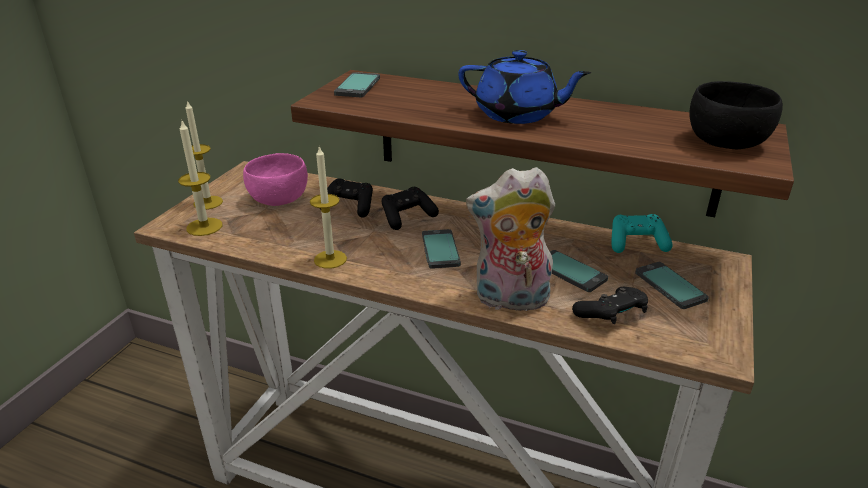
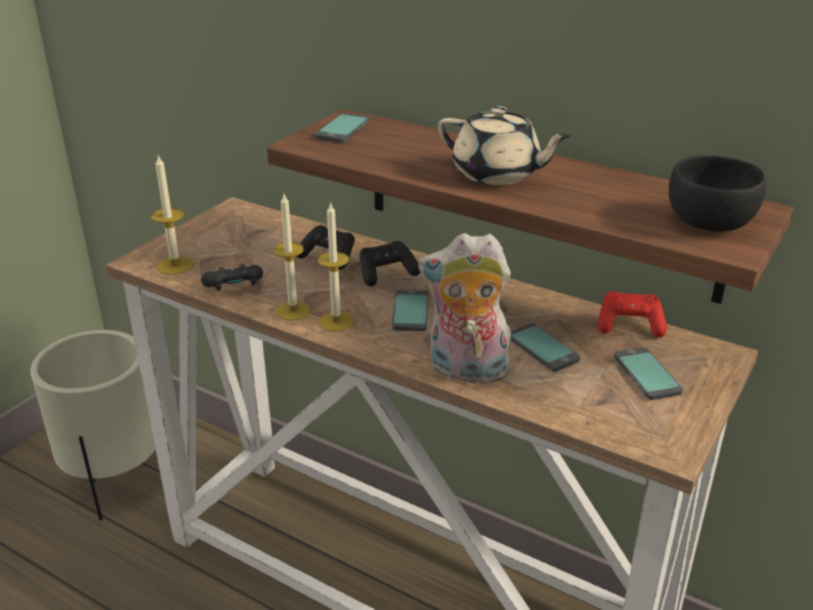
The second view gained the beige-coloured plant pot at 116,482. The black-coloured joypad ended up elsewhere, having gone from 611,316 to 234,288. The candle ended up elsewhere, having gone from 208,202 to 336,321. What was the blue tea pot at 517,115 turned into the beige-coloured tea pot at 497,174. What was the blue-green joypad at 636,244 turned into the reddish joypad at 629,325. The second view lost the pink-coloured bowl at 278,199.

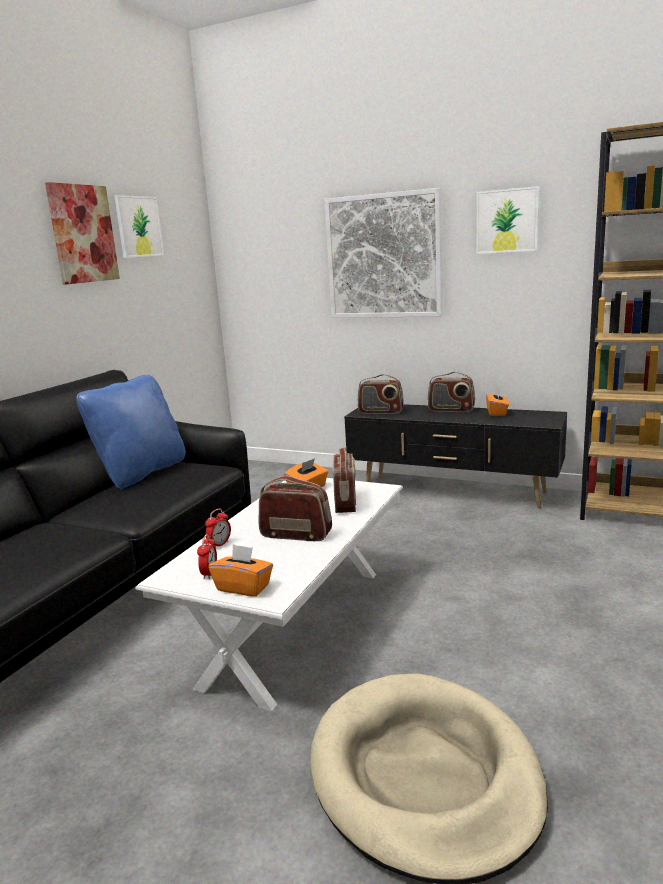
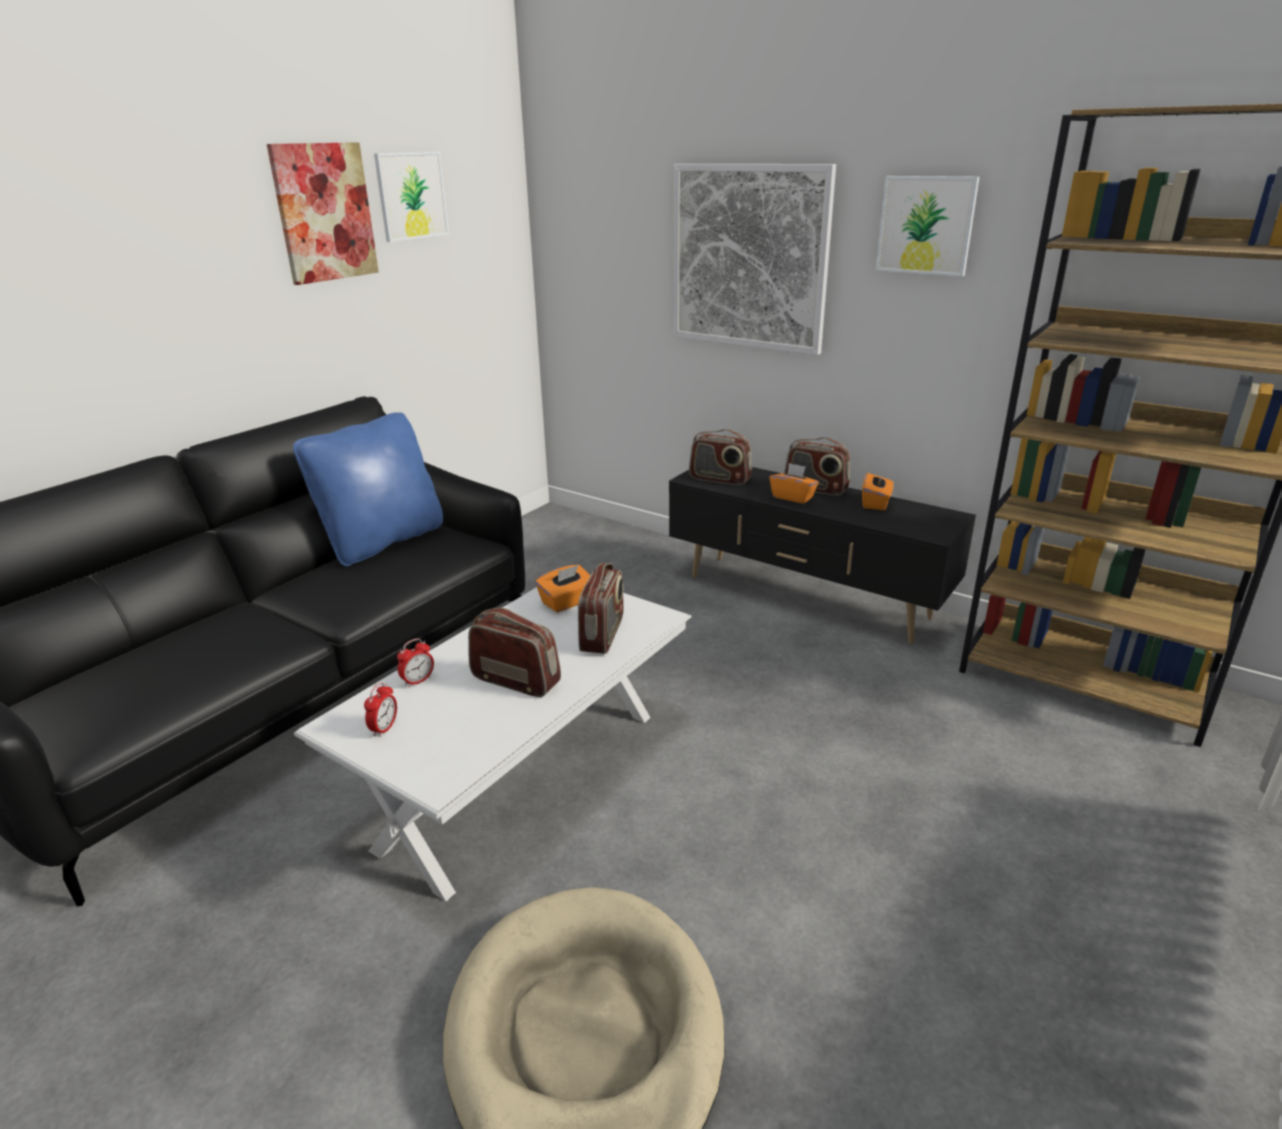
The orange-coloured tissue holder ended up elsewhere, having gone from 243,587 to 793,497.

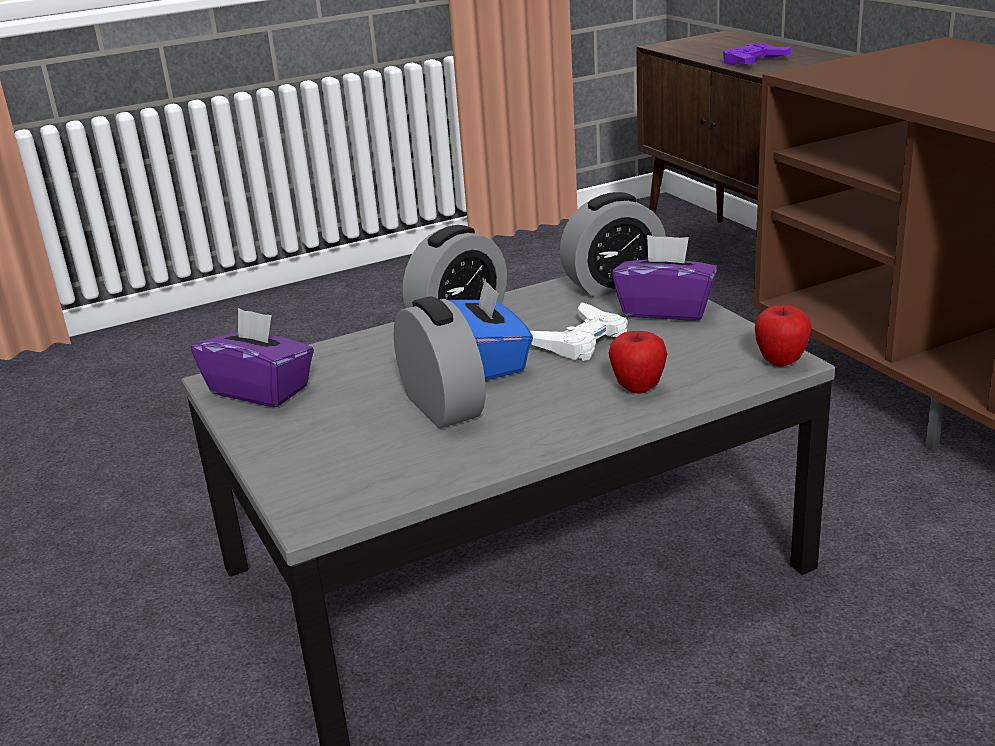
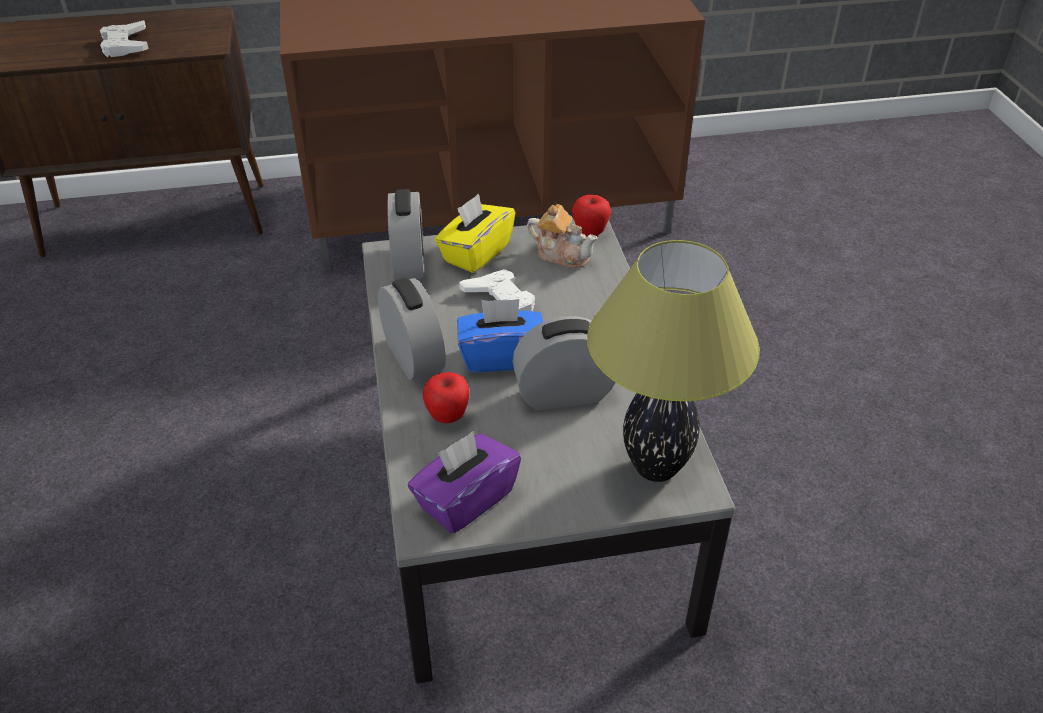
What was the purple-coloured joypad at 754,61 turned into the whitish joypad at 126,45. The whole apple ended up elsewhere, having gone from 638,388 to 447,416. What was the purple-coloured tissue holder at 665,310 turned into the yellowish tissue holder at 476,253. The second view gained the tea pot at 562,254. The second view gained the tabletop lamp at 656,467.

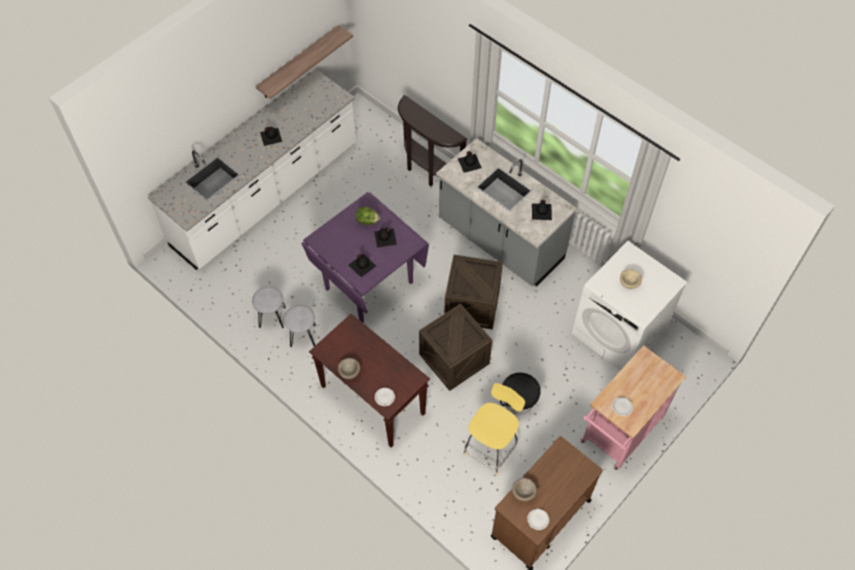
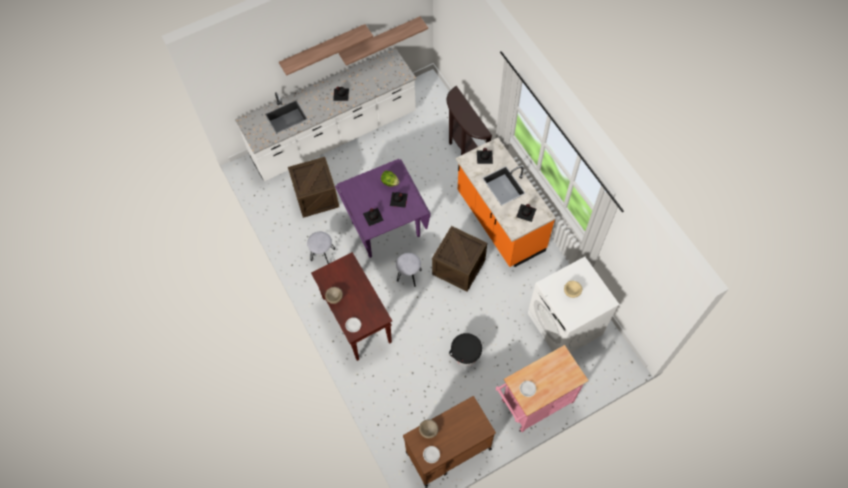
The second view gained the shelf at 323,48. The crate ended up elsewhere, having gone from 454,359 to 316,196. The gray stool ended up elsewhere, having gone from 272,317 to 409,275. What was the gray kitchen base unit at 500,241 turned into the orange-coloured kitchen base unit at 499,222. The second view lost the yellowish stool at 491,447.

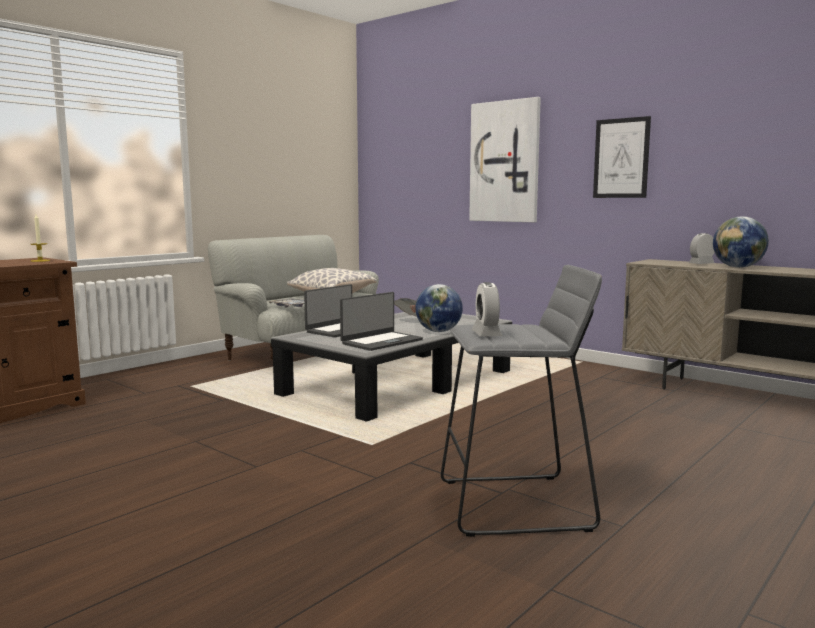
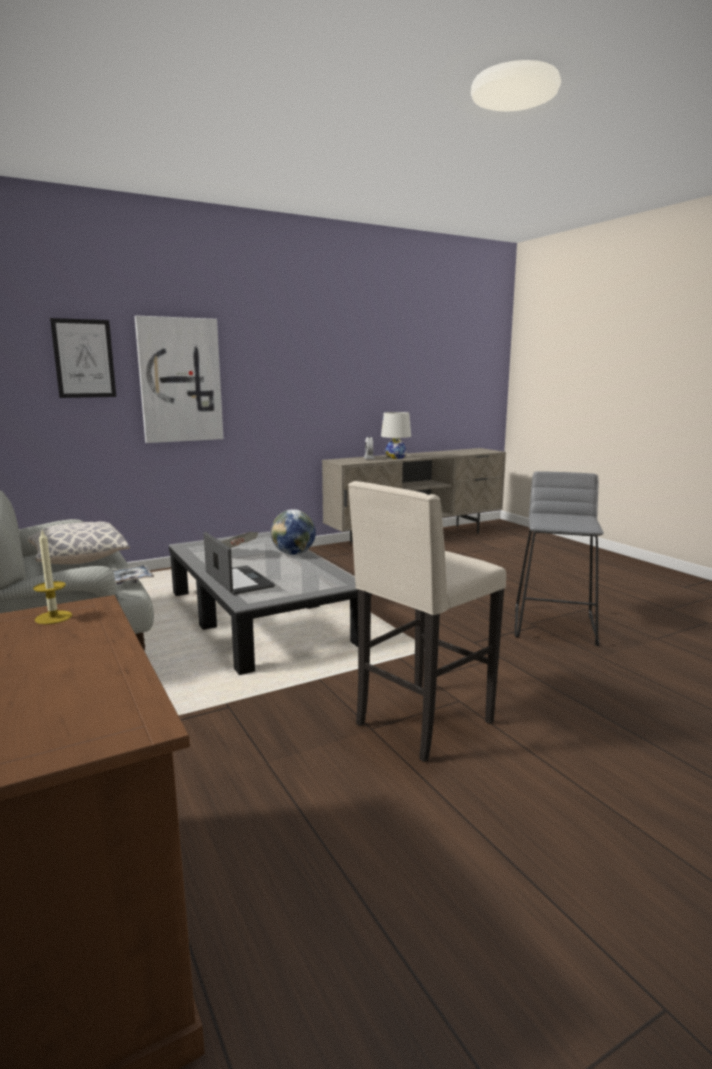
The wall picture ended up elsewhere, having gone from 621,158 to 84,358. The second view gained the beige-coloured stool at 421,724. Where the desk globe stood at 738,267, the whitish tabletop lamp came to stand at 395,457. The second view lost the laptop at 381,341. The second view lost the alarm clock at 486,334.

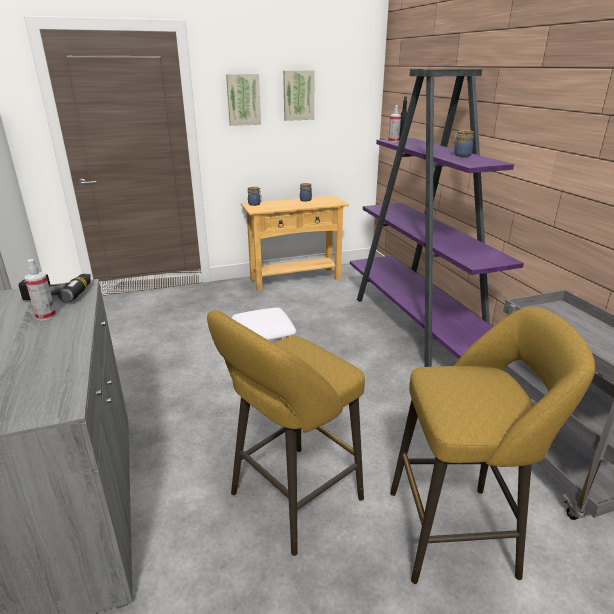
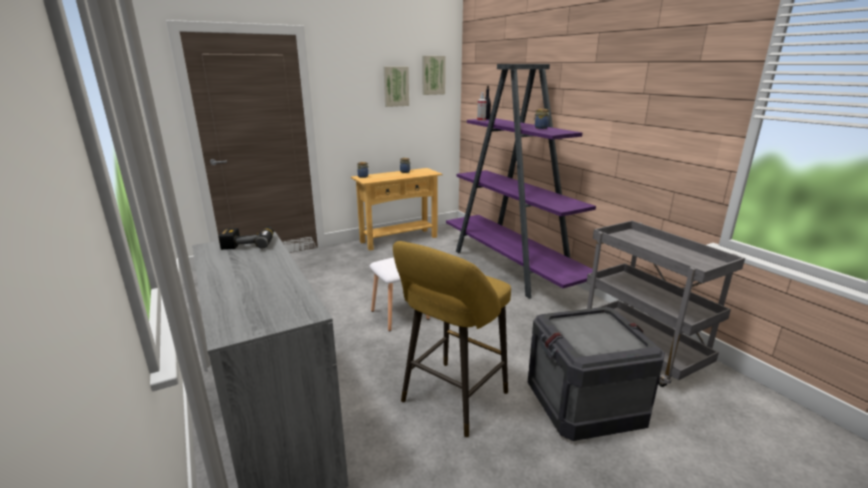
The wall picture ended up elsewhere, having gone from 243,99 to 433,75. Where the yellowish stool stood at 458,531, the crate came to stand at 585,405. The second view lost the spray bottle at 46,316.

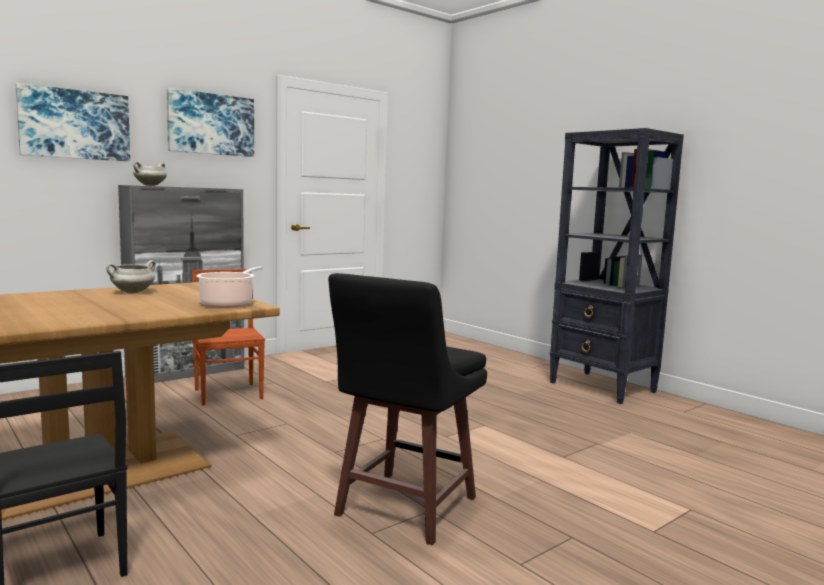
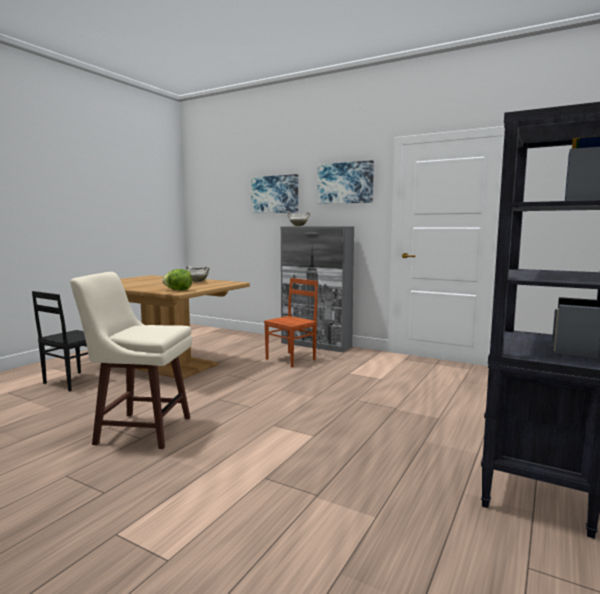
What was the black-coloured stool at 403,508 turned into the beige-coloured stool at 141,430. Where the cooking pot stood at 228,304, the lettuce came to stand at 178,290.

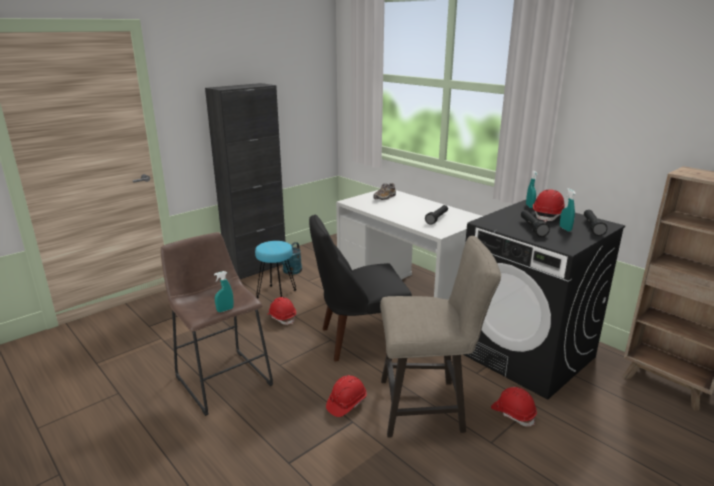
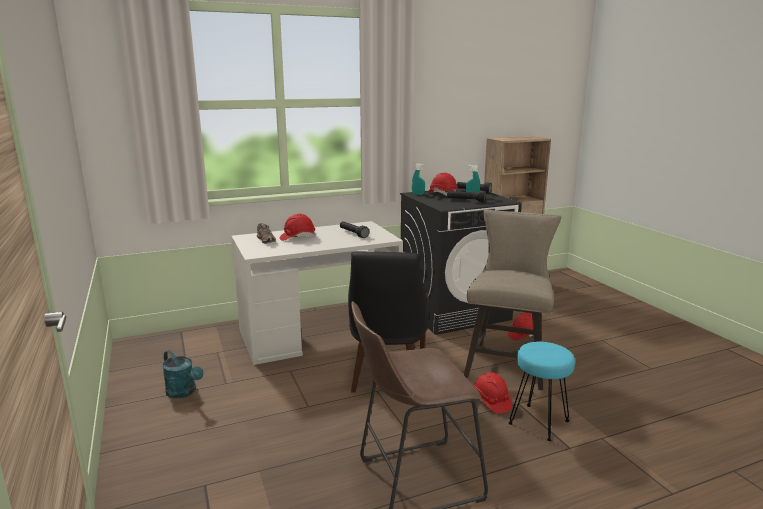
The reddish work helmet ended up elsewhere, having gone from 282,317 to 297,237. The blue-green stool ended up elsewhere, having gone from 277,294 to 539,422. The second view lost the black-coloured storage cabinet at 256,268. The second view lost the blue-green spray bottle at 225,310.

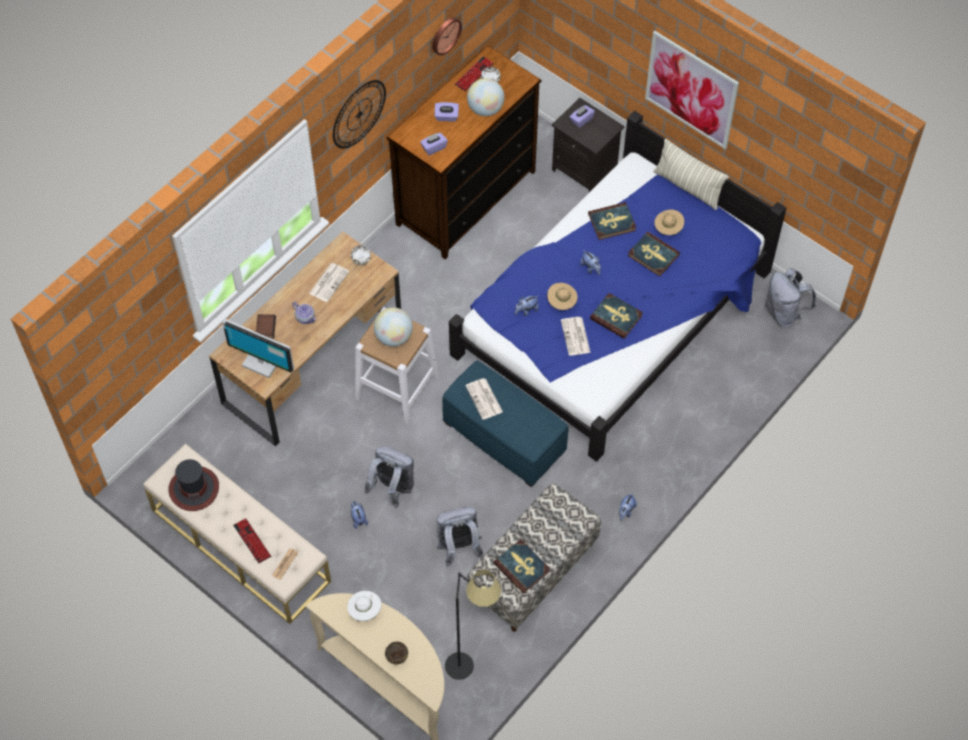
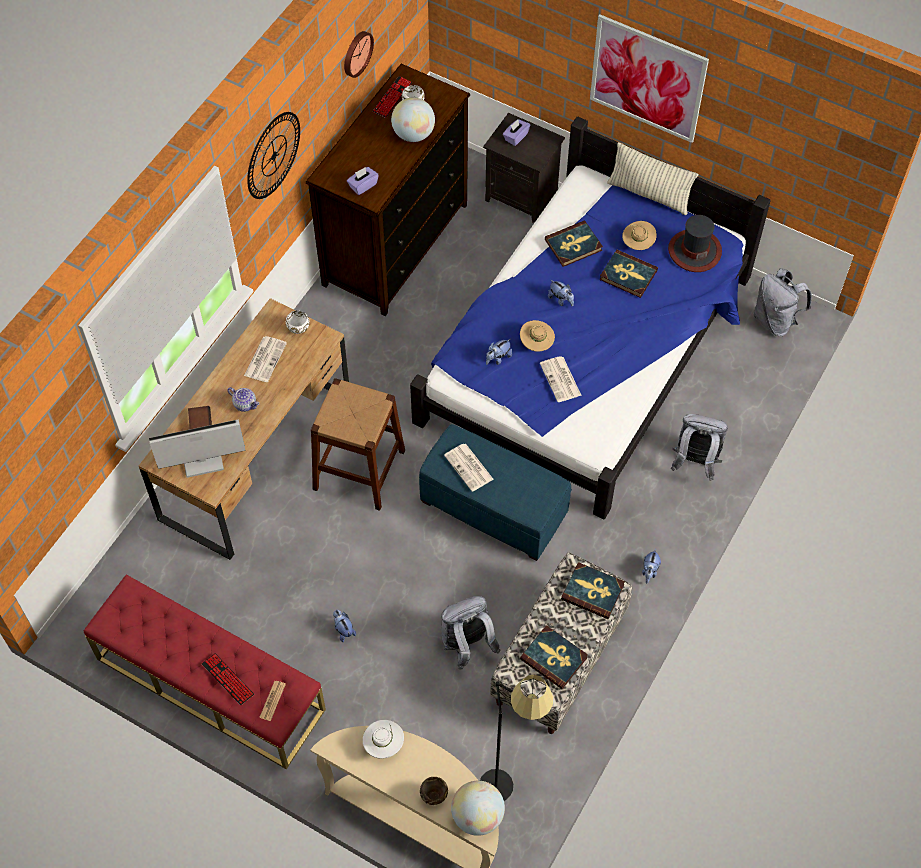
What was the beige-coloured long seat at 240,545 turned into the reddish long seat at 210,684. The computer display at 262,361 ended up facing another way, 150 degrees clockwise from before. What was the whitish stool at 397,387 turned into the brown stool at 359,470. The desk globe ended up elsewhere, having gone from 394,337 to 477,816. The book ended up elsewhere, having gone from 616,317 to 592,592. The hat ended up elsewhere, having gone from 194,488 to 694,251. The gray backpack ended up elsewhere, having gone from 392,489 to 694,462. The second view lost the purple-coloured tissue holder at 446,117.

